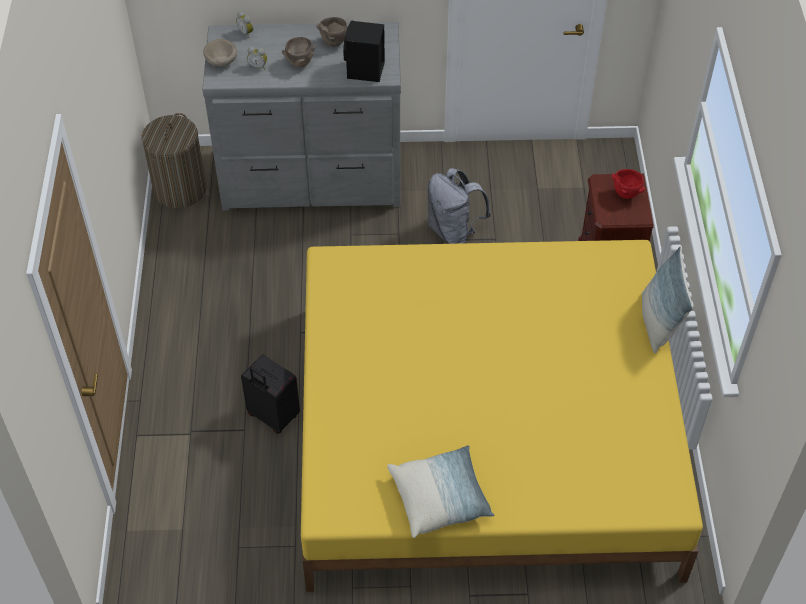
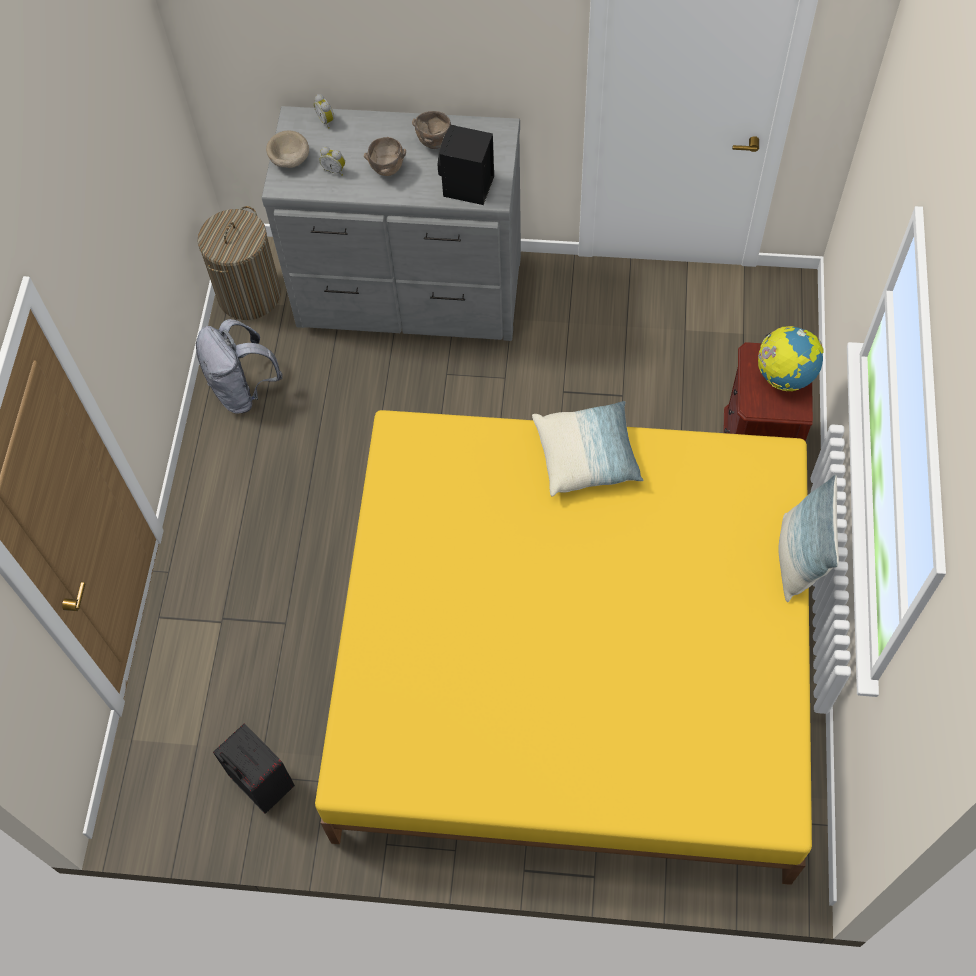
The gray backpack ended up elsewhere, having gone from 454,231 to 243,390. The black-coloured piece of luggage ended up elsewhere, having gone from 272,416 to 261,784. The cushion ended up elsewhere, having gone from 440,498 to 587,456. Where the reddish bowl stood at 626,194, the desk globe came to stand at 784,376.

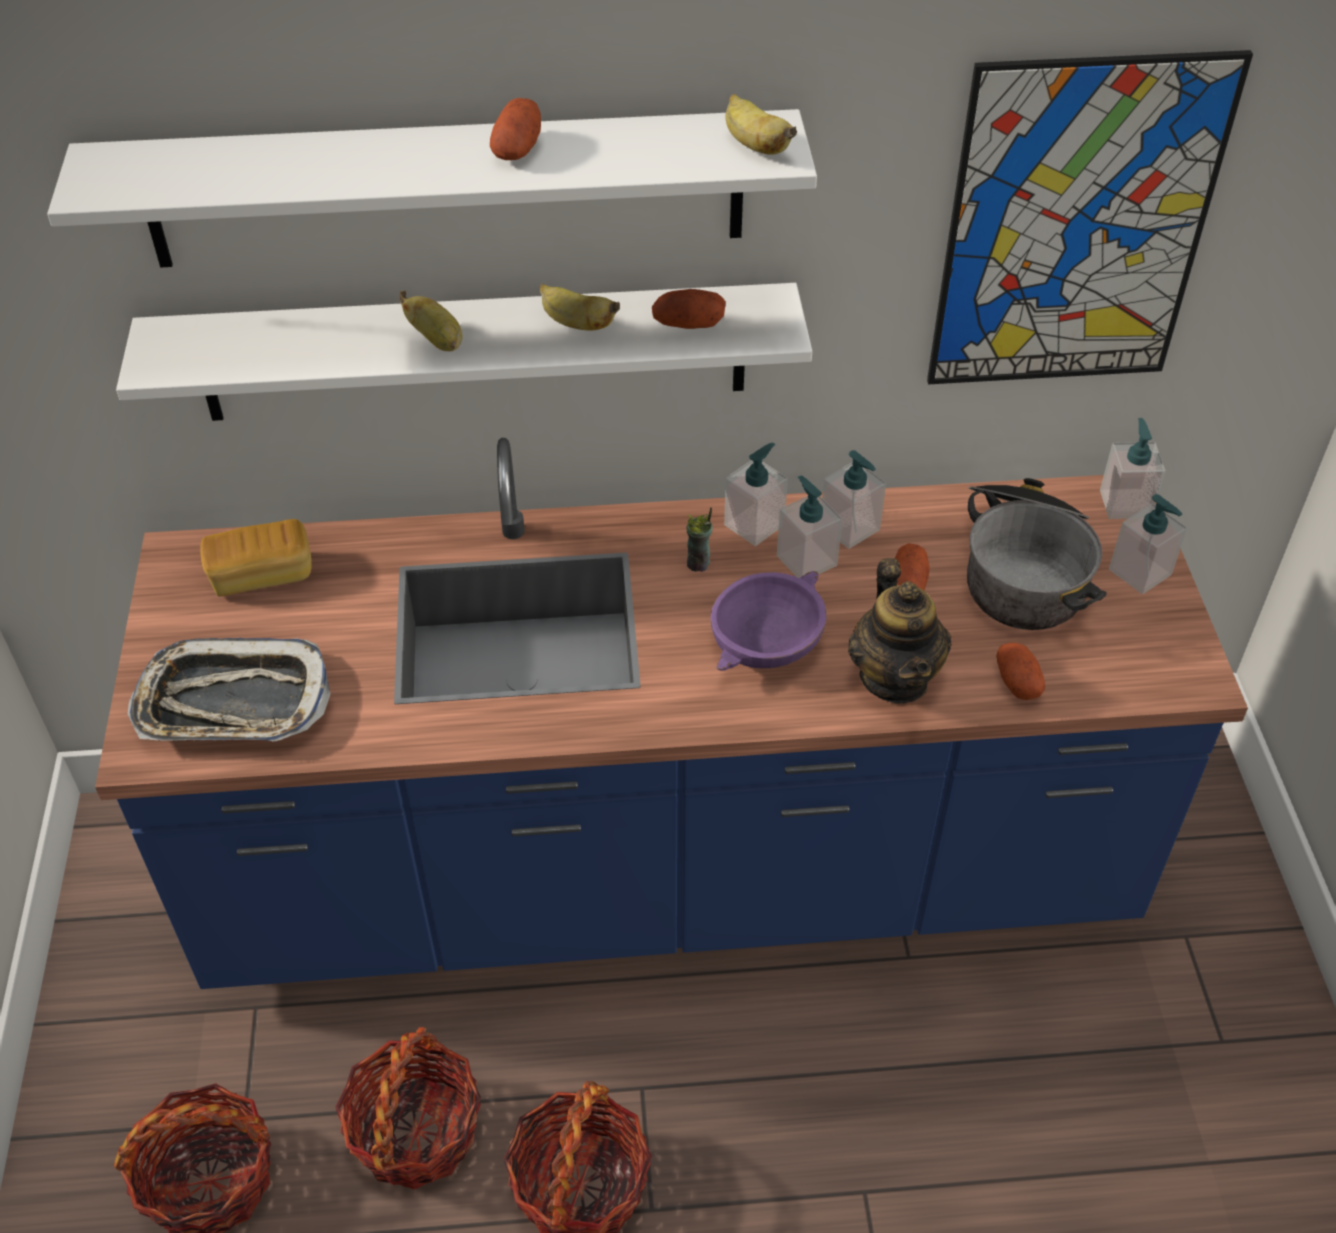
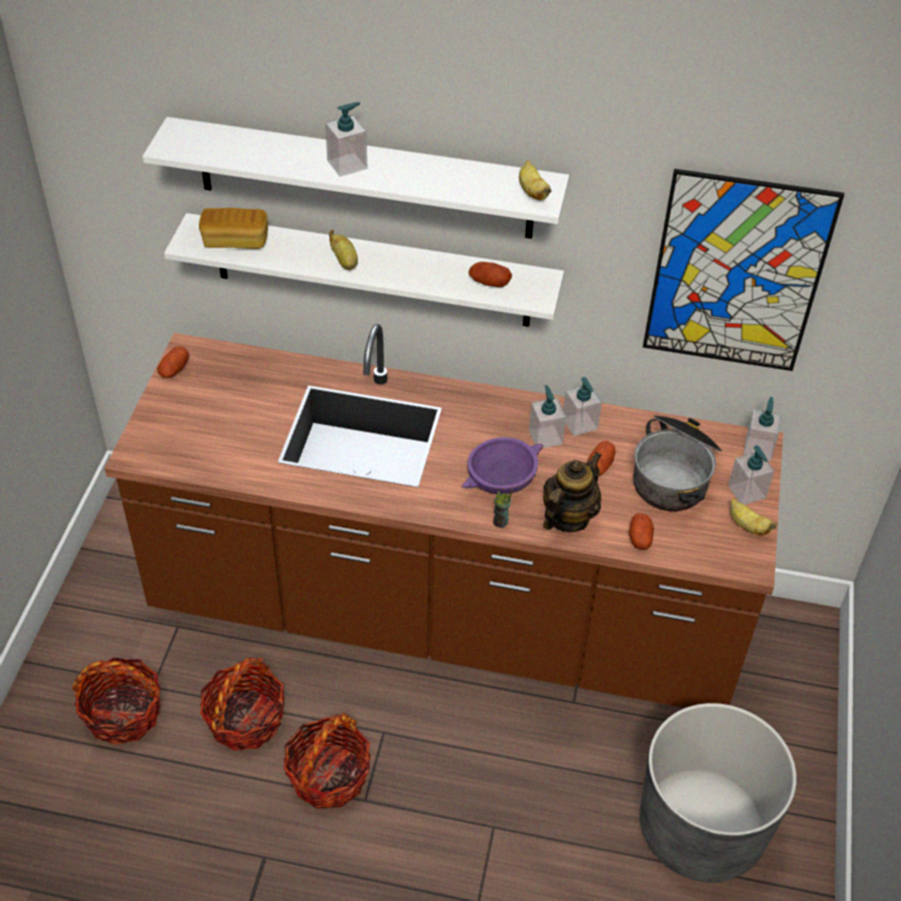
What was the blue kitchen base unit at 669,874 turned into the brown kitchen base unit at 444,614. The whole potato ended up elsewhere, having gone from 517,149 to 174,370. The baked bread ended up elsewhere, having gone from 262,575 to 235,241. The soap dispenser ended up elsewhere, having gone from 754,525 to 347,164. The small cup ended up elsewhere, having gone from 698,564 to 500,522. The tea pot at 895,677 ended up facing another way, 150 degrees counterclockwise from before. The second view gained the gray plant pot at 701,828. The whole banana ended up elsewhere, having gone from 576,324 to 747,526. The second view lost the carrying tray at 232,703.

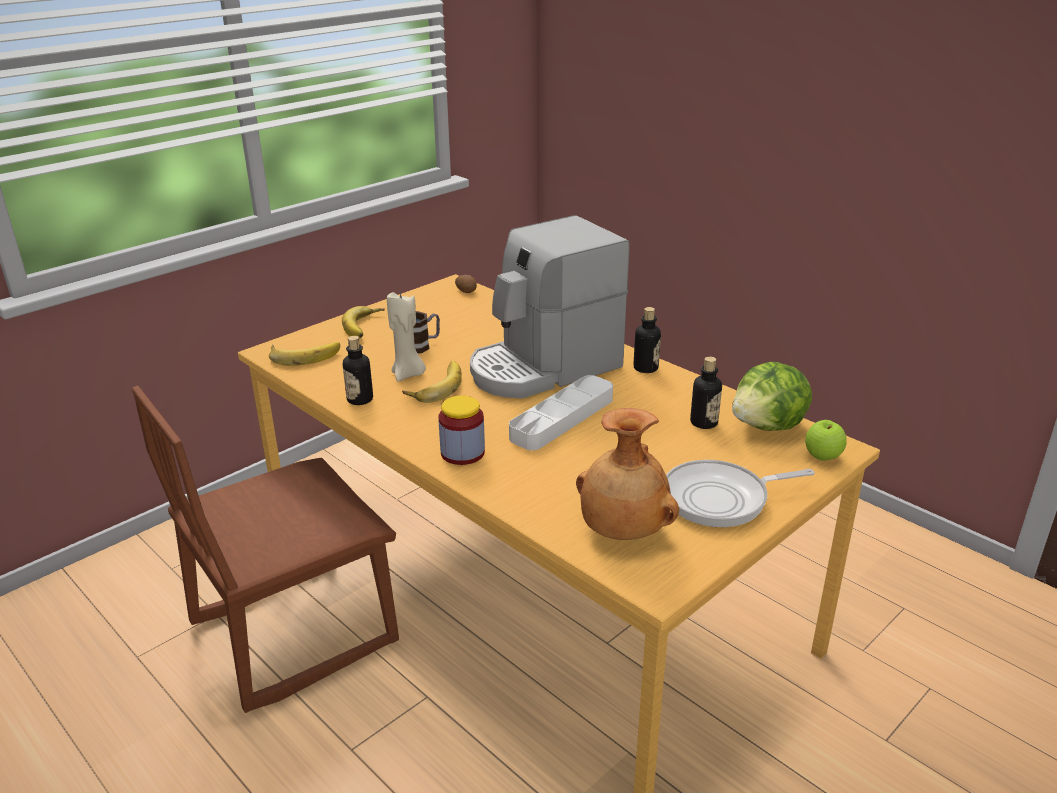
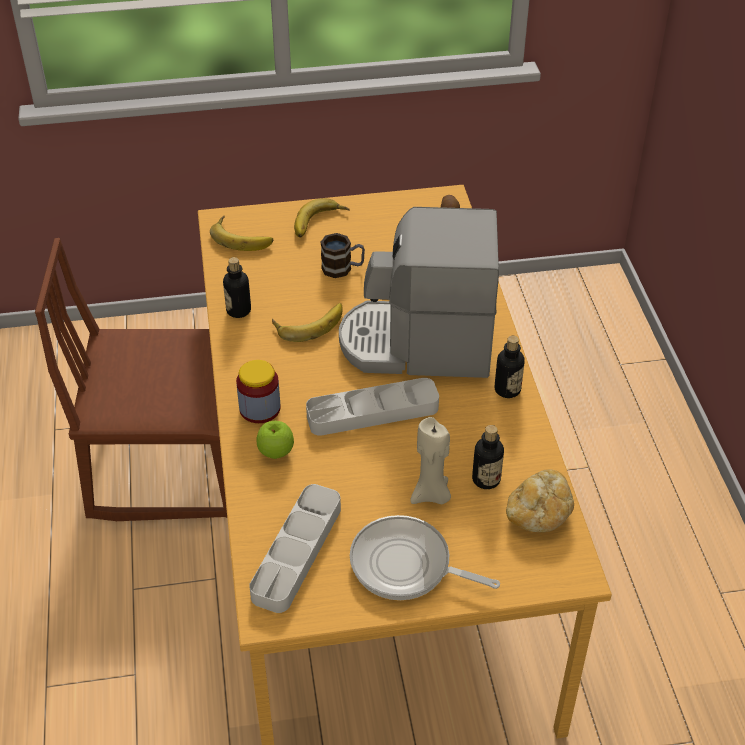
Where the brown decorative vase stood at 623,531, the gray carrying tray came to stand at 297,552. The whole apple ended up elsewhere, having gone from 822,457 to 276,452. The beige-coloured candle ended up elsewhere, having gone from 408,374 to 431,495. Where the lettuce stood at 768,426, the baked bread came to stand at 538,514.

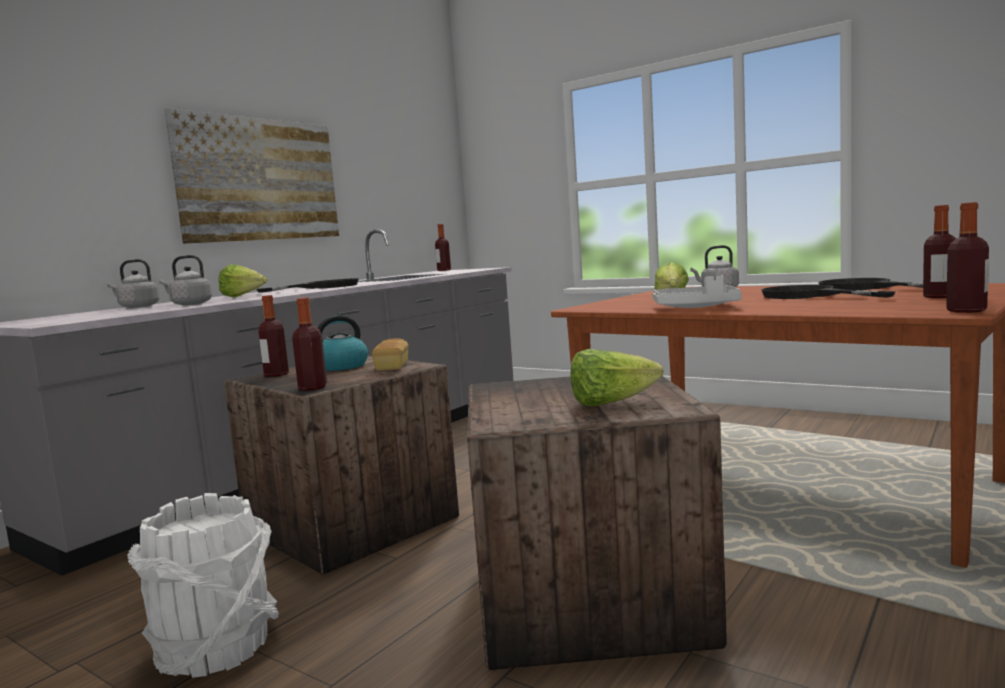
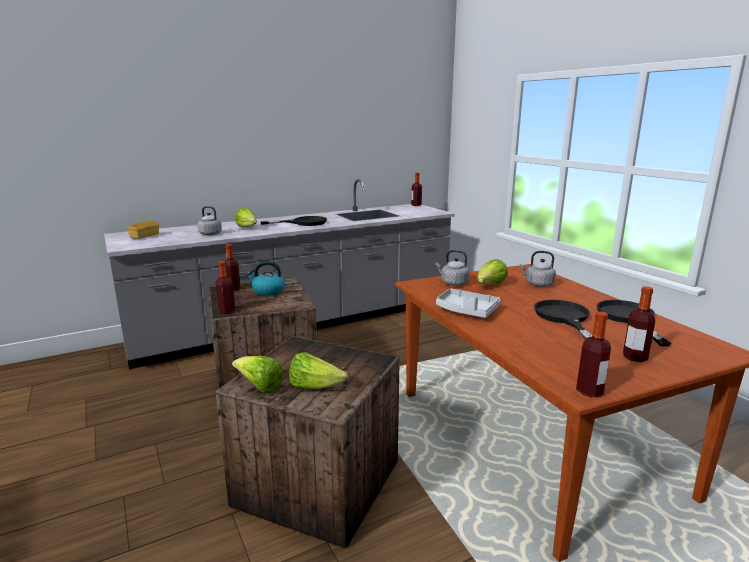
The baked bread ended up elsewhere, having gone from 392,367 to 144,236. The second view gained the lettuce at 259,387. The gray tea kettle ended up elsewhere, having gone from 137,307 to 453,283. The second view lost the whitish bucket at 216,648. The second view lost the wall picture at 260,179.

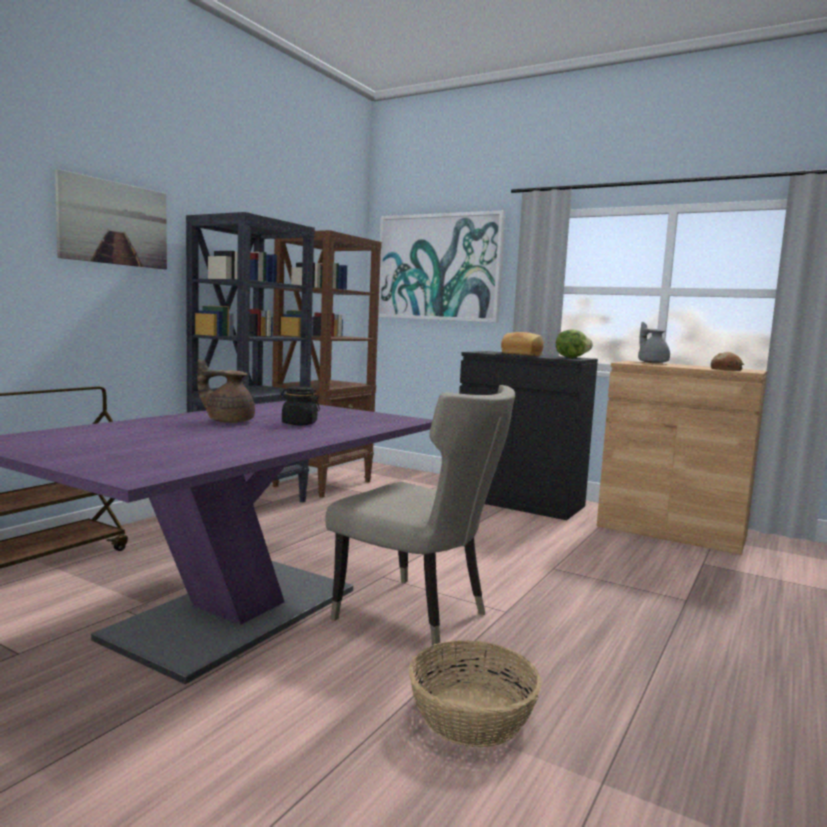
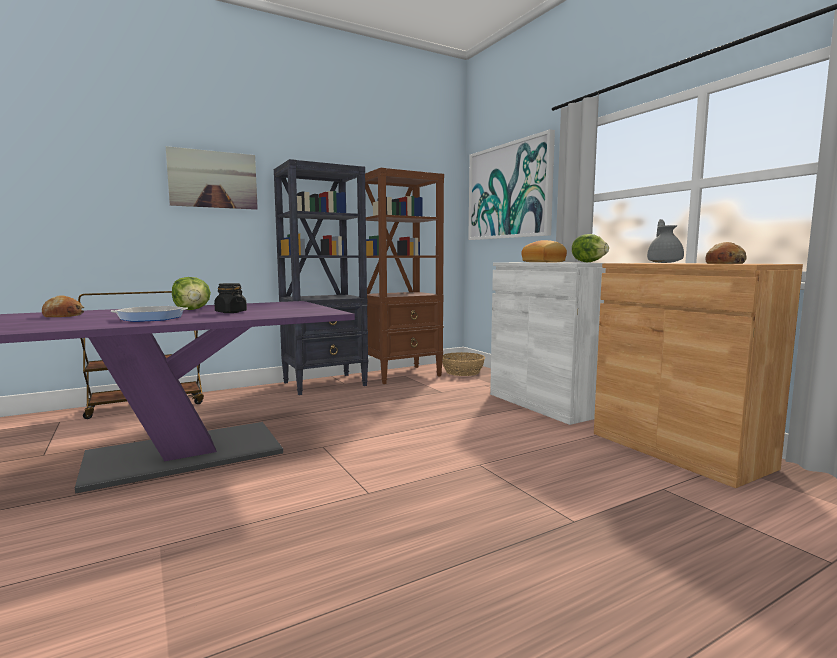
The second view gained the baked bread at 63,315. The second view gained the skillet at 151,318. Where the brown tea pot stood at 228,421, the lettuce came to stand at 192,310. The storage basket ended up elsewhere, having gone from 470,716 to 462,372. What was the black-coloured storage cabinet at 518,502 turned into the whitish storage cabinet at 547,404. The second view lost the beige-coloured plain chair at 418,615.

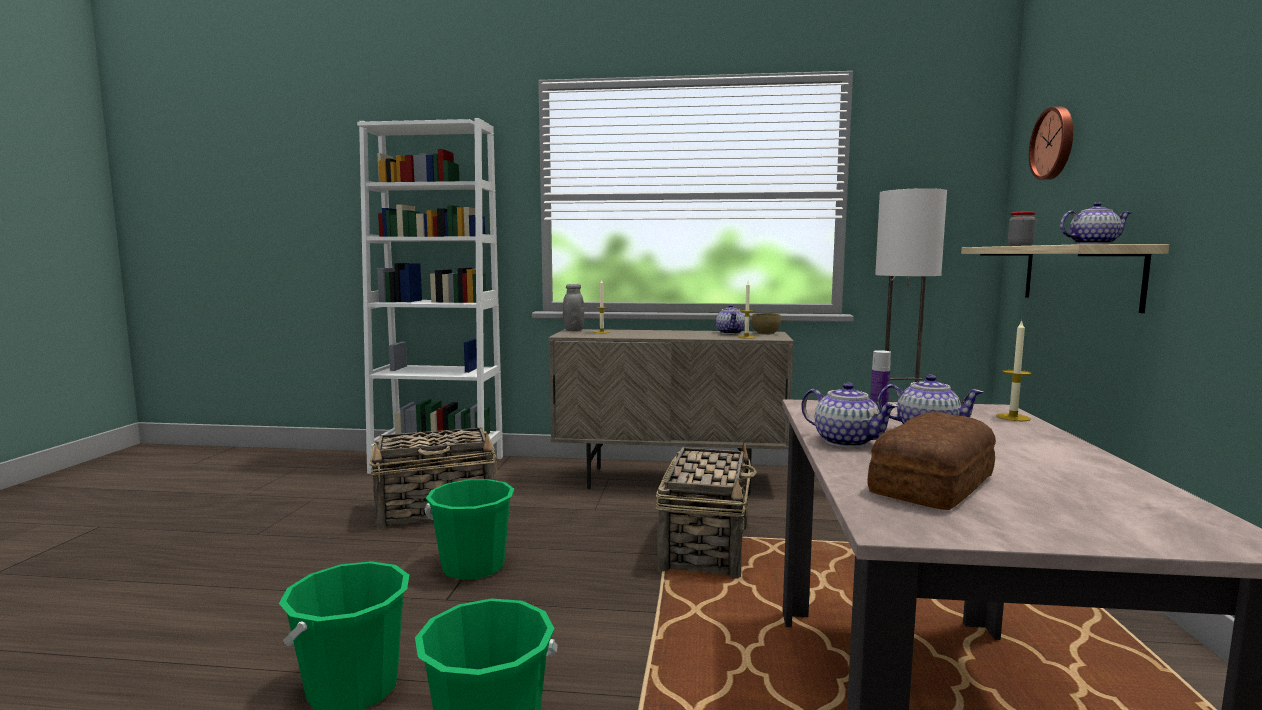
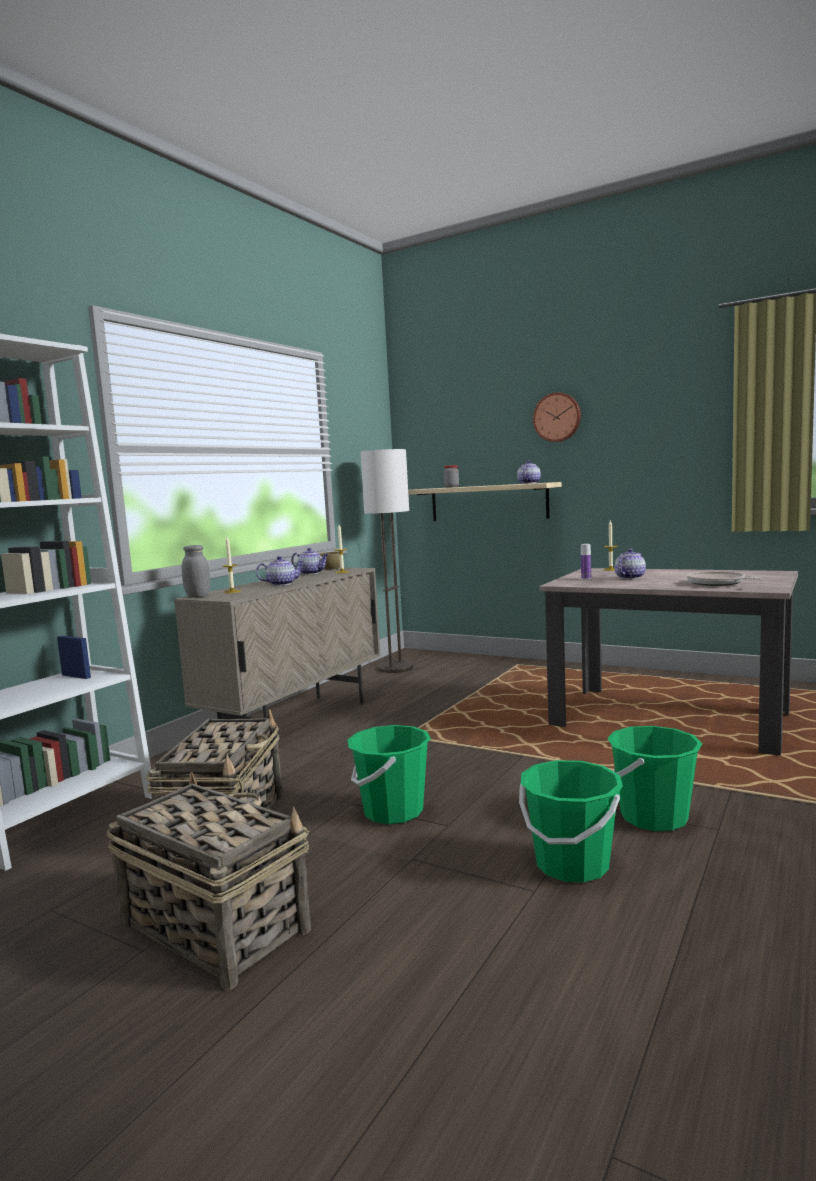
The storage basket ended up elsewhere, having gone from 706,547 to 213,926. The tea pot ended up elsewhere, having gone from 845,441 to 281,584. The wall clock ended up elsewhere, having gone from 1054,143 to 557,417. Where the baked bread stood at 928,484, the skillet came to stand at 717,583.

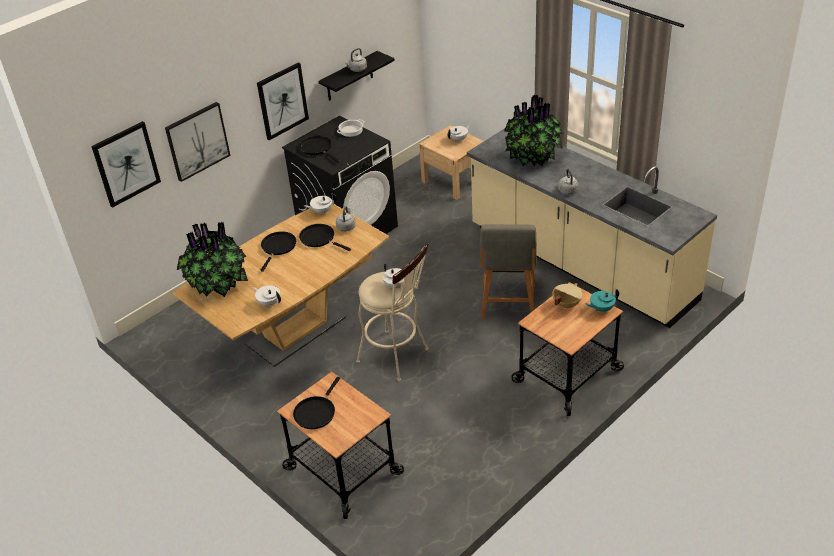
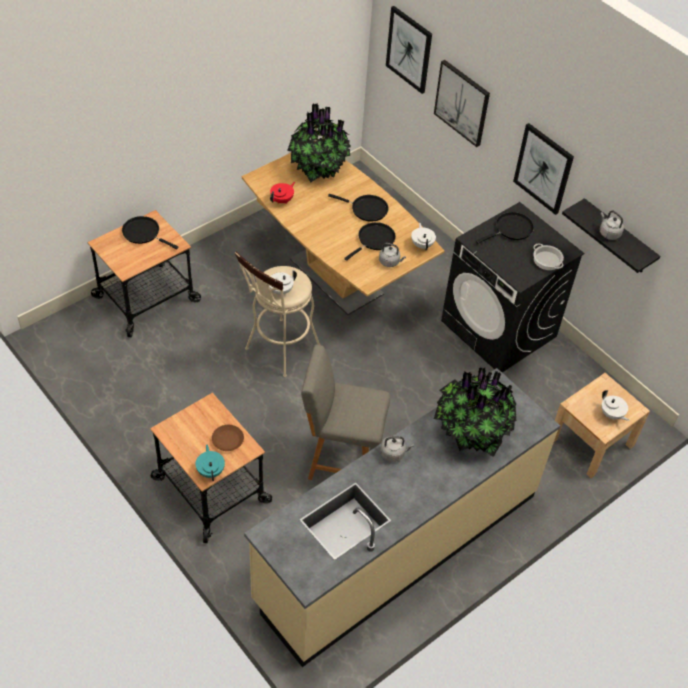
Where the beige-coloured cooking pot stood at 566,304, the brown dinner plate came to stand at 227,439. What was the whitish tea pot at 269,303 turned into the reddish tea pot at 282,200.

